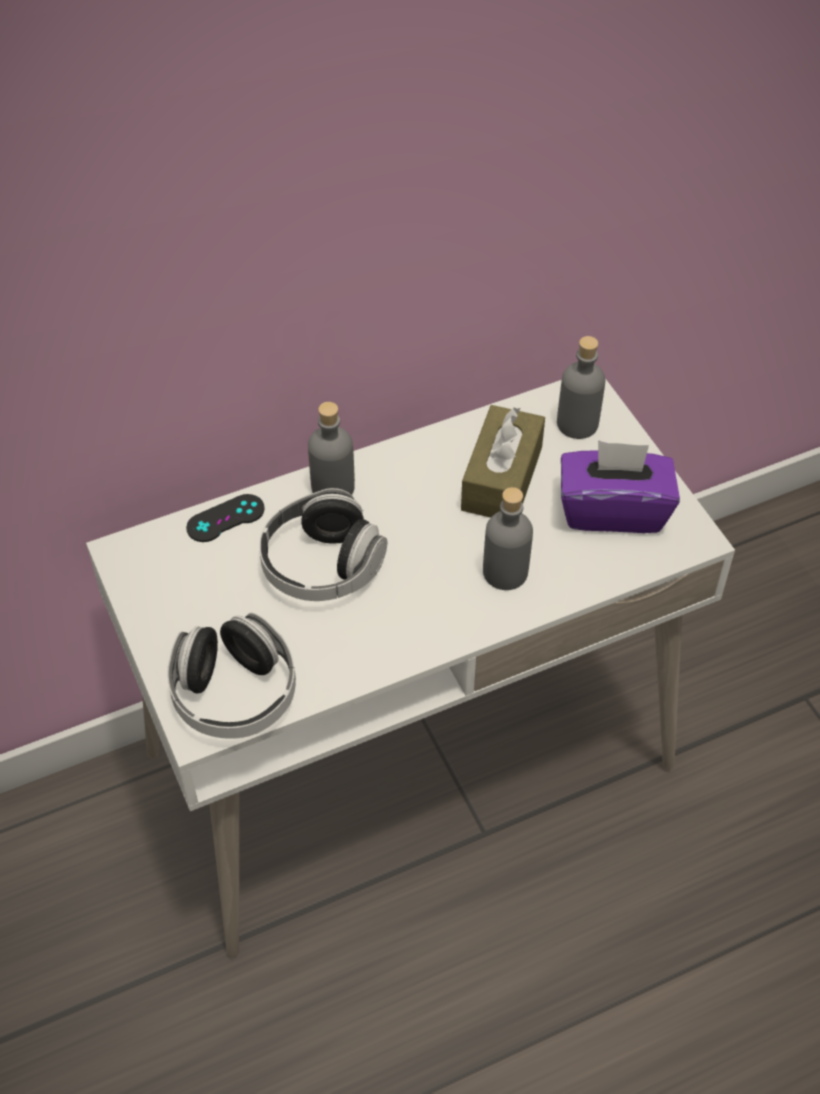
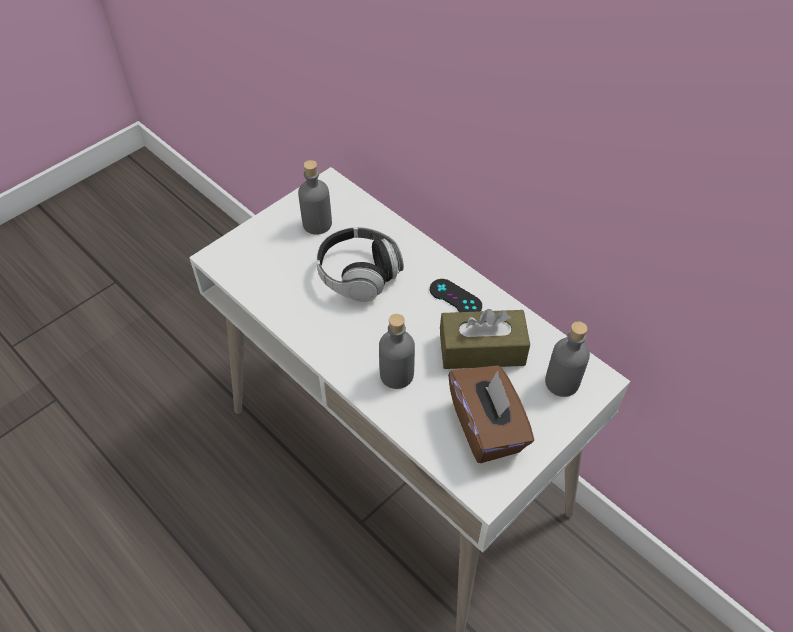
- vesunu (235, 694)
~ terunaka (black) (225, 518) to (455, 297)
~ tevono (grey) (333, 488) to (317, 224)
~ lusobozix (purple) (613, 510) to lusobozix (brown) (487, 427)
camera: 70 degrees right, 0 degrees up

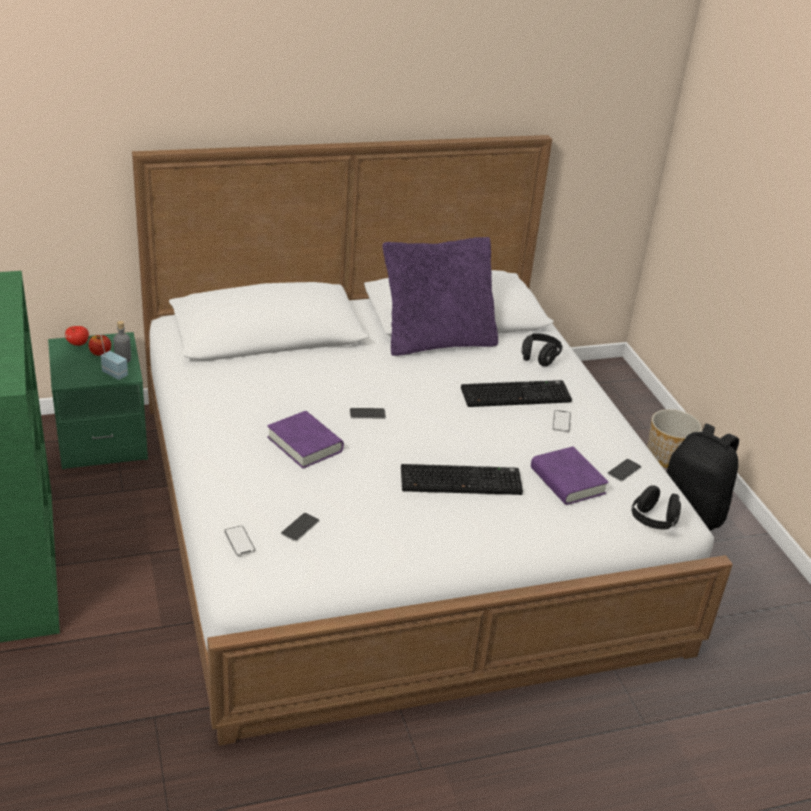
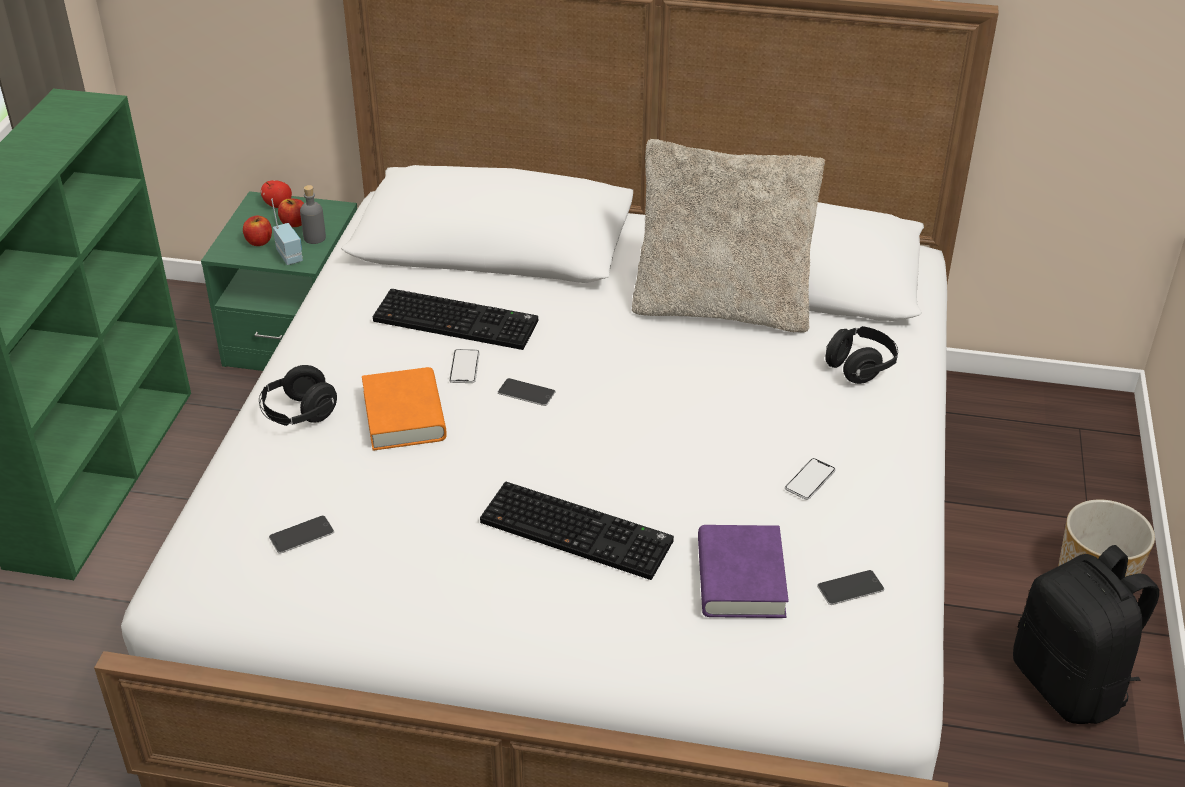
+ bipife (259, 241)
~ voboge (239, 541) to (464, 367)
~ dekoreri (516, 394) to (458, 320)
~ vesunu (black) (653, 521) to (299, 414)
~ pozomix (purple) (305, 444) to pozomix (orange) (404, 416)
~ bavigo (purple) (438, 339) to bavigo (beige) (722, 302)
camera: 30 degrees right, 5 degrees up

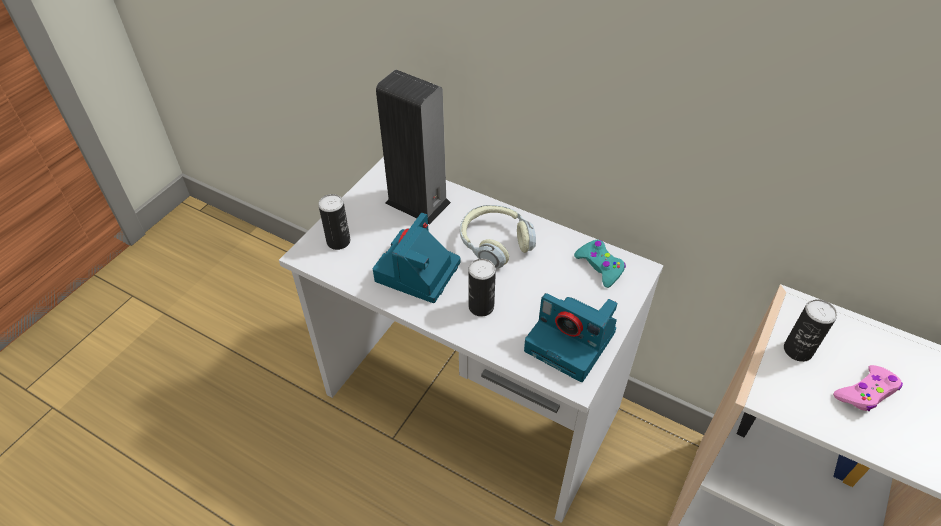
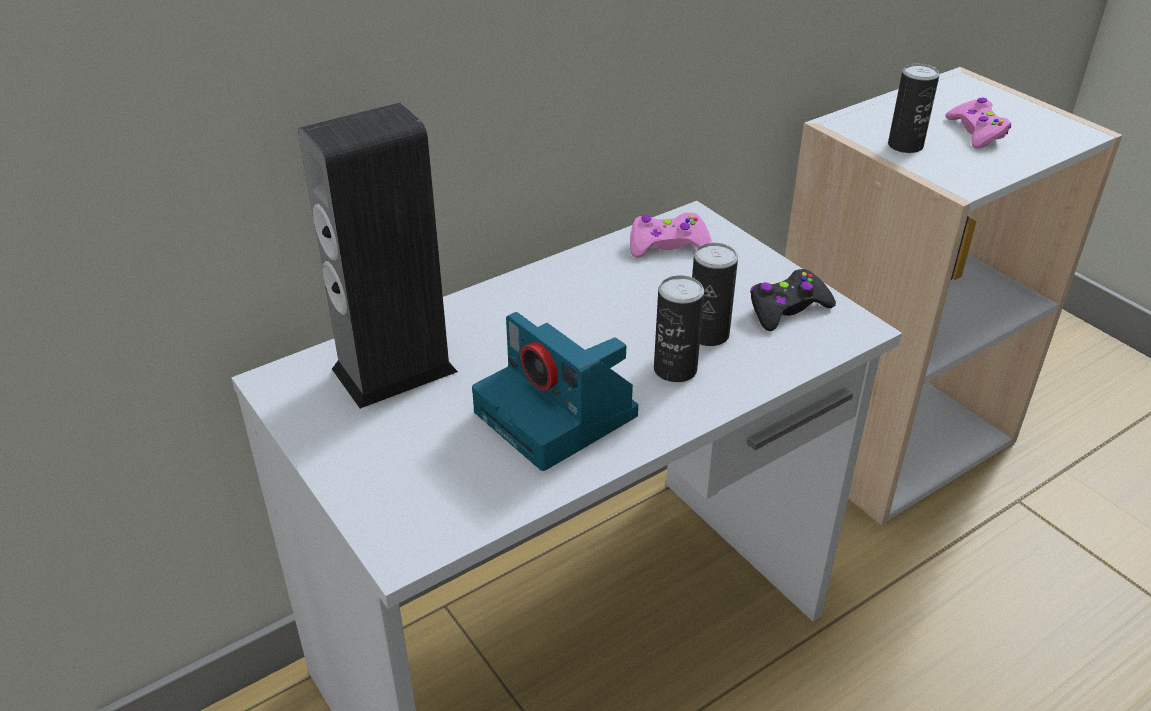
- vesunu (495, 243)
~ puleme (338, 241) to (708, 334)
~ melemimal (572, 342) to terunaka (black) (787, 309)
~ terunaka (turquoise) (600, 266) to terunaka (pink) (667, 245)
camera: 65 degrees left, 10 degrees down

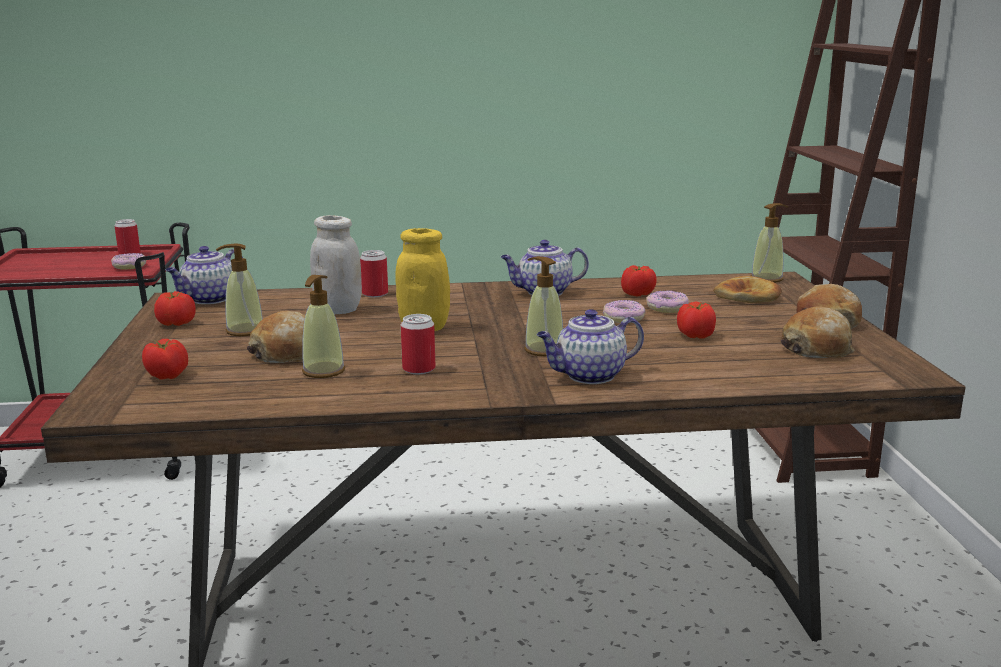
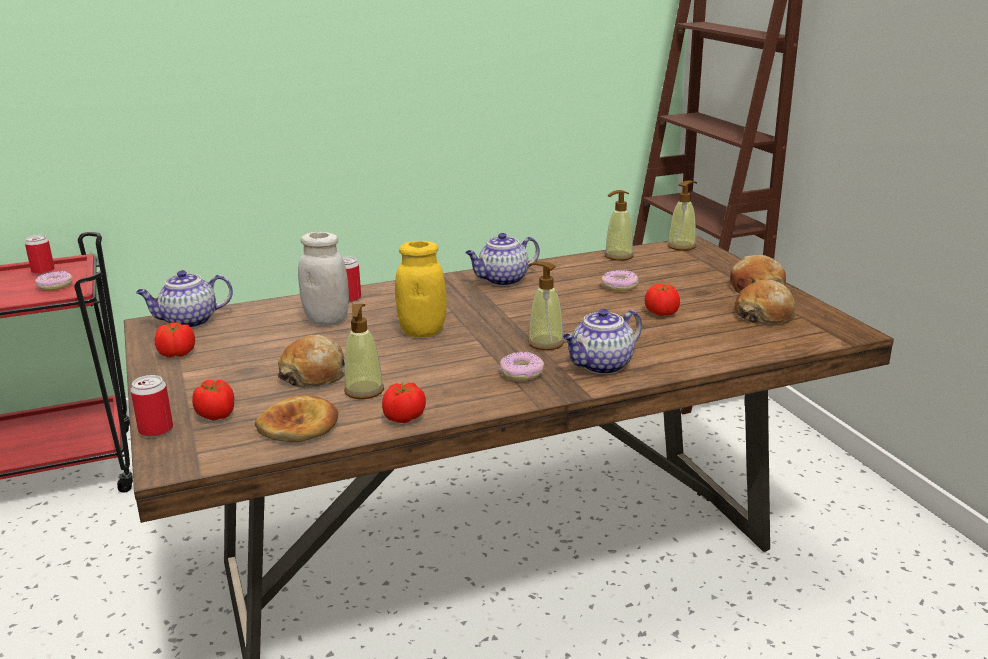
~ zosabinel (244, 331) to (618, 256)
~ puleme (419, 369) to (156, 430)
~ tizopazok (624, 318) to (522, 373)
~ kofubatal (637, 294) to (404, 418)
~ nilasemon (748, 296) to (299, 425)
~ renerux (209, 299) = (188, 322) 45 degrees clockwise
camera: 15 degrees left, 5 degrees up

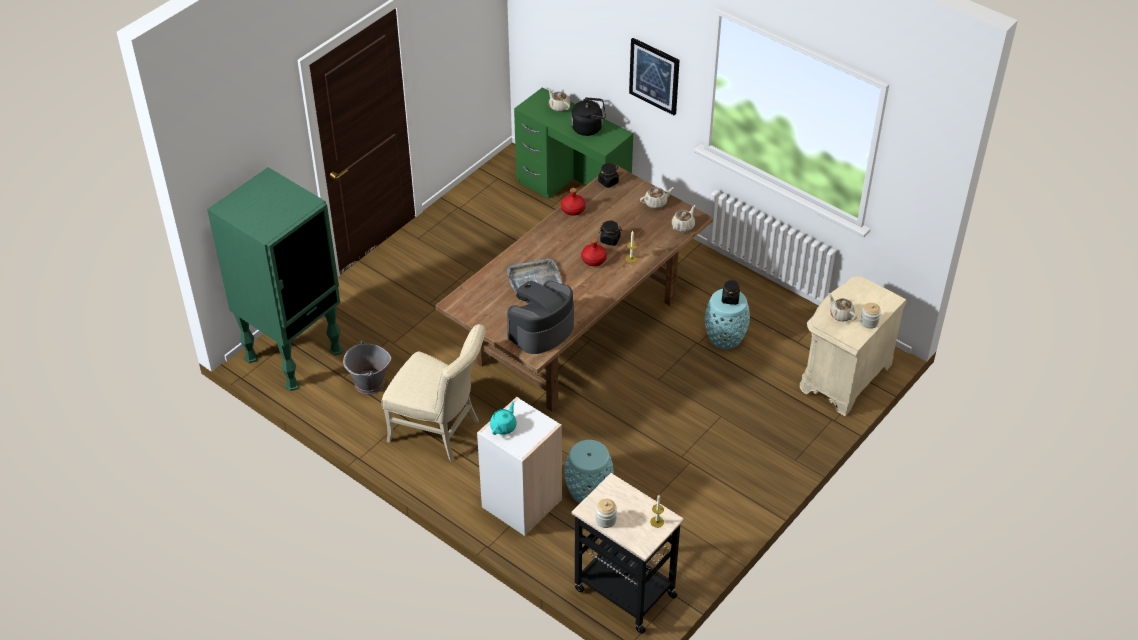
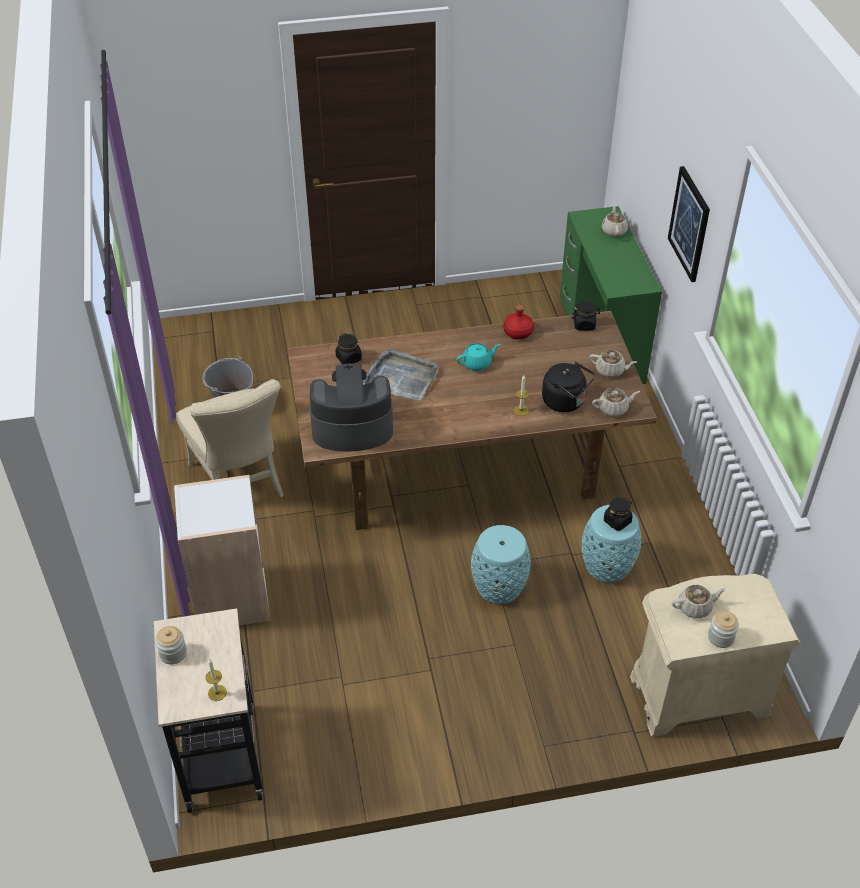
- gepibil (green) (295, 354)
- tevono (red) (593, 260)
~ renerux (turquoise) (504, 426) to (477, 363)
~ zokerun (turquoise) (588, 491) to (499, 587)
~ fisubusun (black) (589, 128) to (566, 402)
~ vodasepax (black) (610, 240) to (349, 358)
~ renerux (beige) (841, 314) = (695, 607) 75 degrees clockwise
camera: 40 degrees right, 0 degrees up

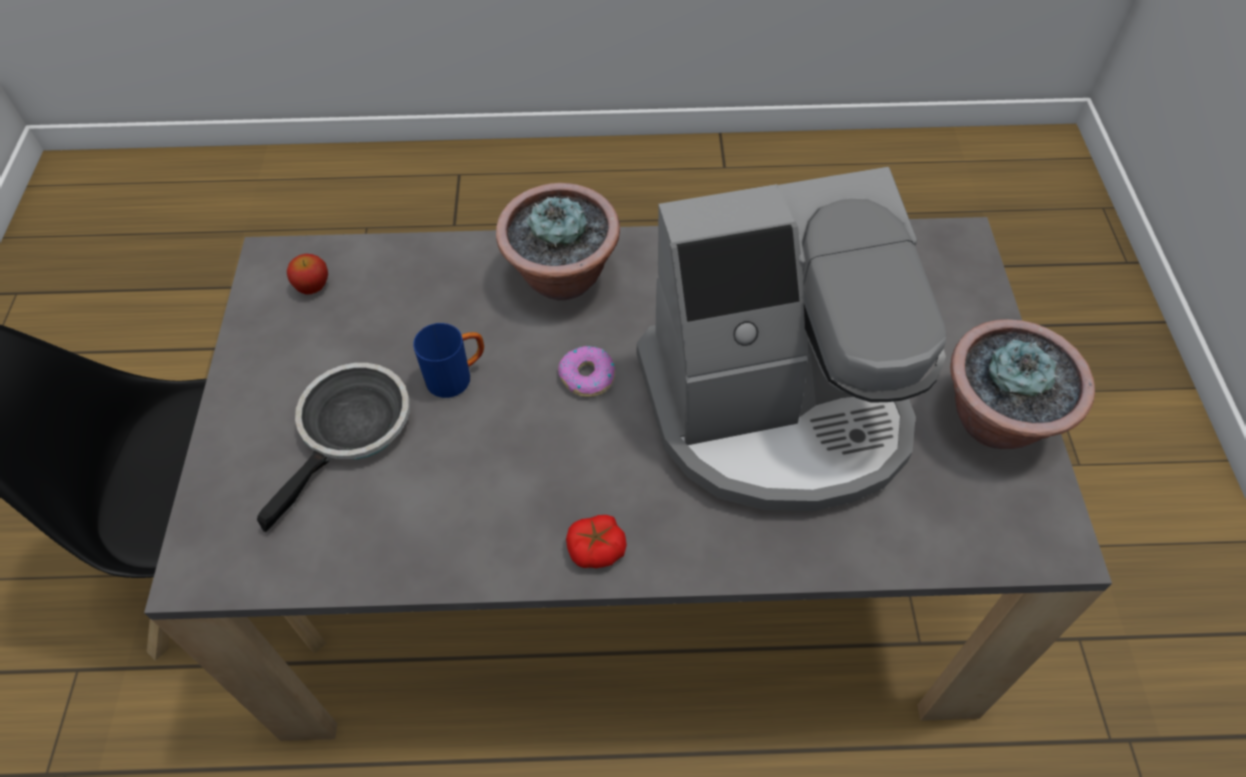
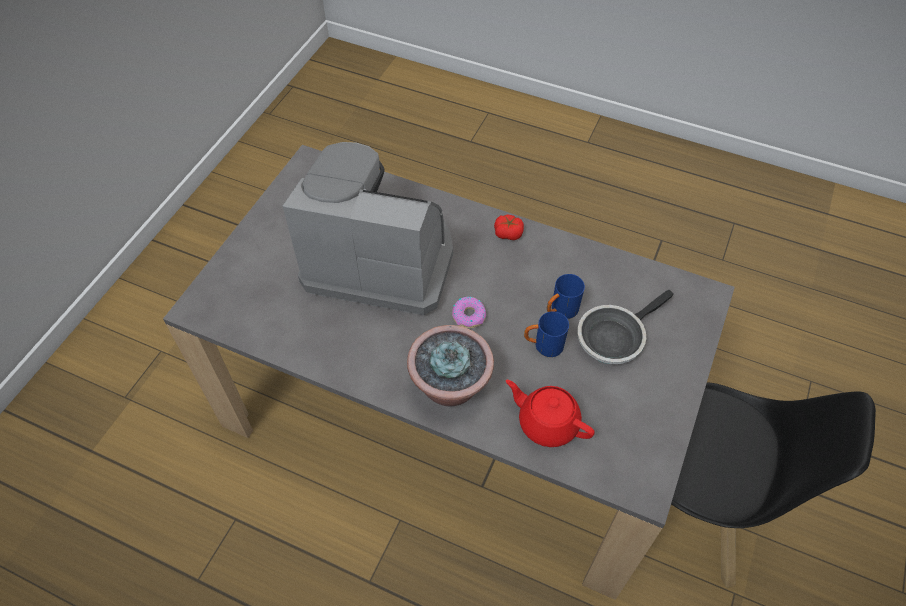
- bipife (313, 286)
- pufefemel (997, 421)
+ renerux (red) (547, 422)
+ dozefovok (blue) (560, 311)
camera: 155 degrees left, 0 degrees up

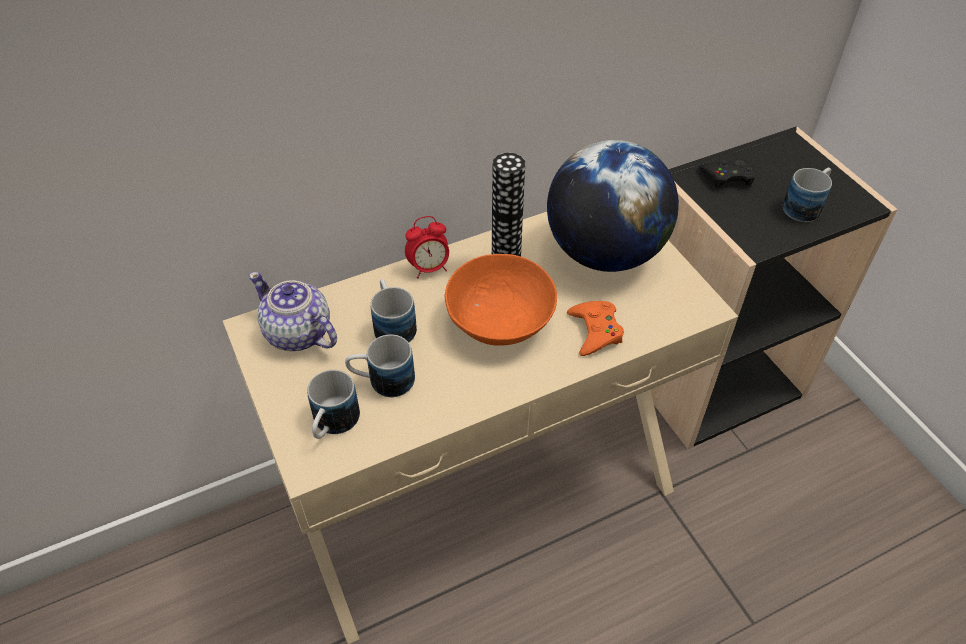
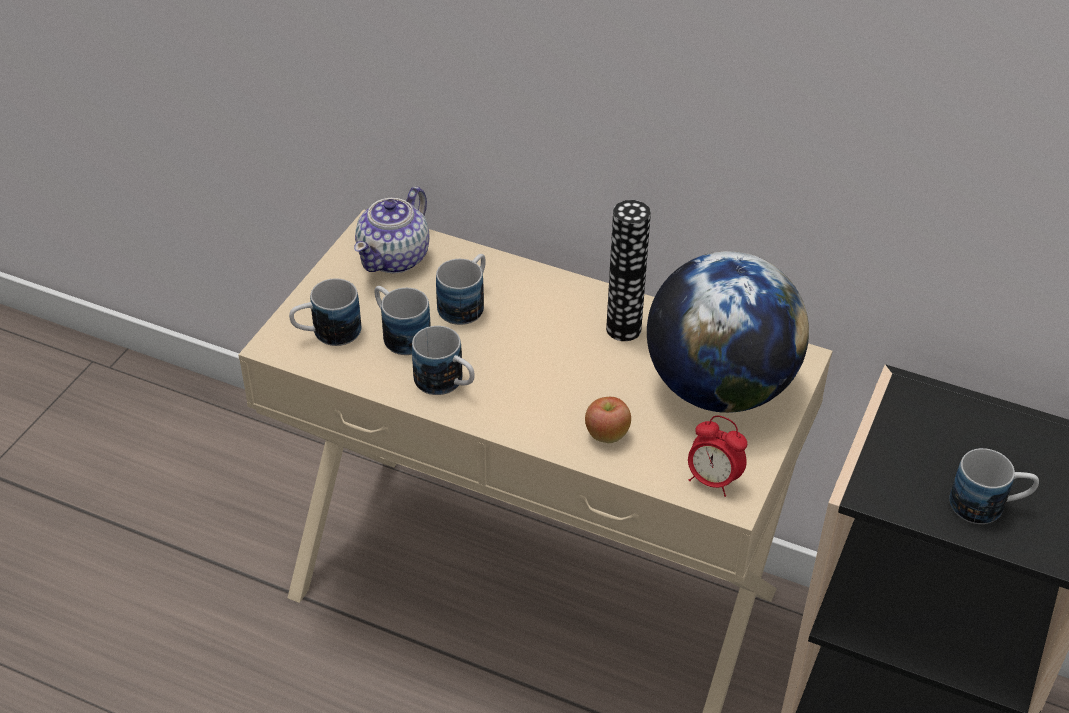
- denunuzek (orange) (501, 322)
- terunaka (black) (728, 177)
+ dozefovok (446, 384)
~ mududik (429, 268) to (712, 481)
~ terunaka (orange) (595, 331) to bipife (606, 435)
~ renerux (298, 334) = (395, 257) 150 degrees counterclockwise
camera: 50 degrees right, 5 degrees down

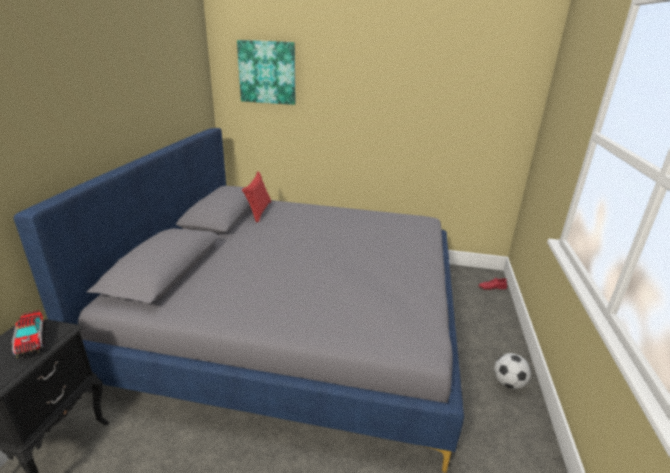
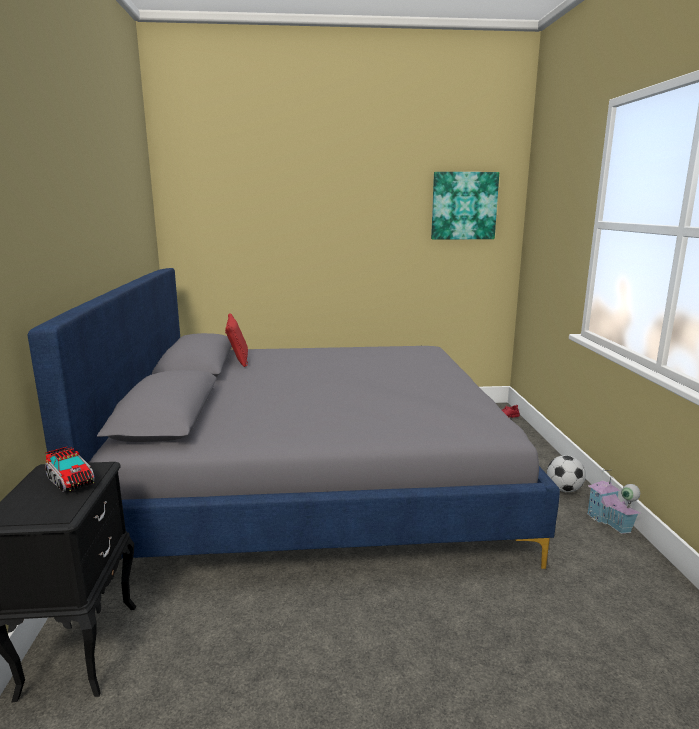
+ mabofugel (609, 521)
~ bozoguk (267, 72) to (464, 206)
camera: 15 degrees left, 10 degrees down

